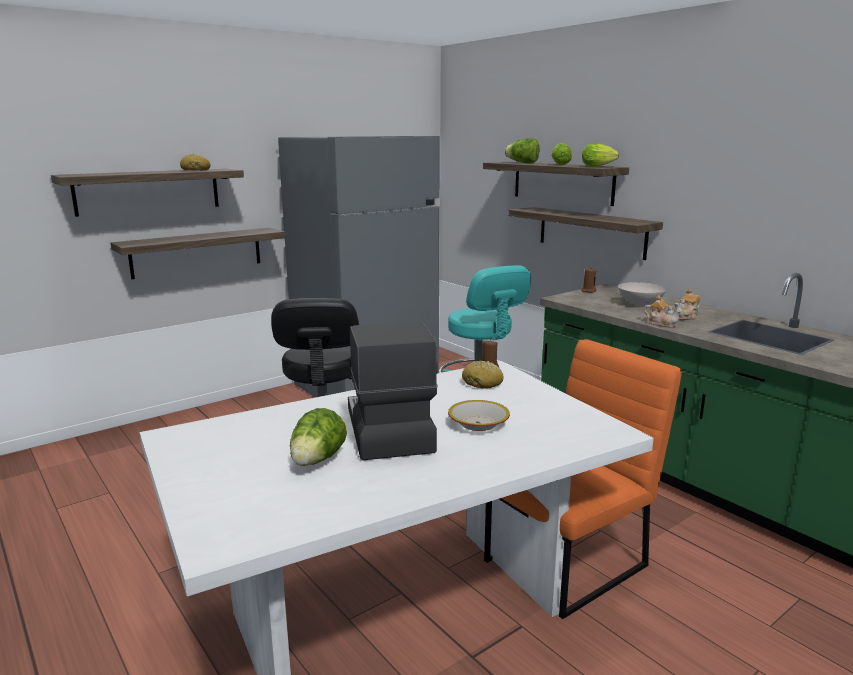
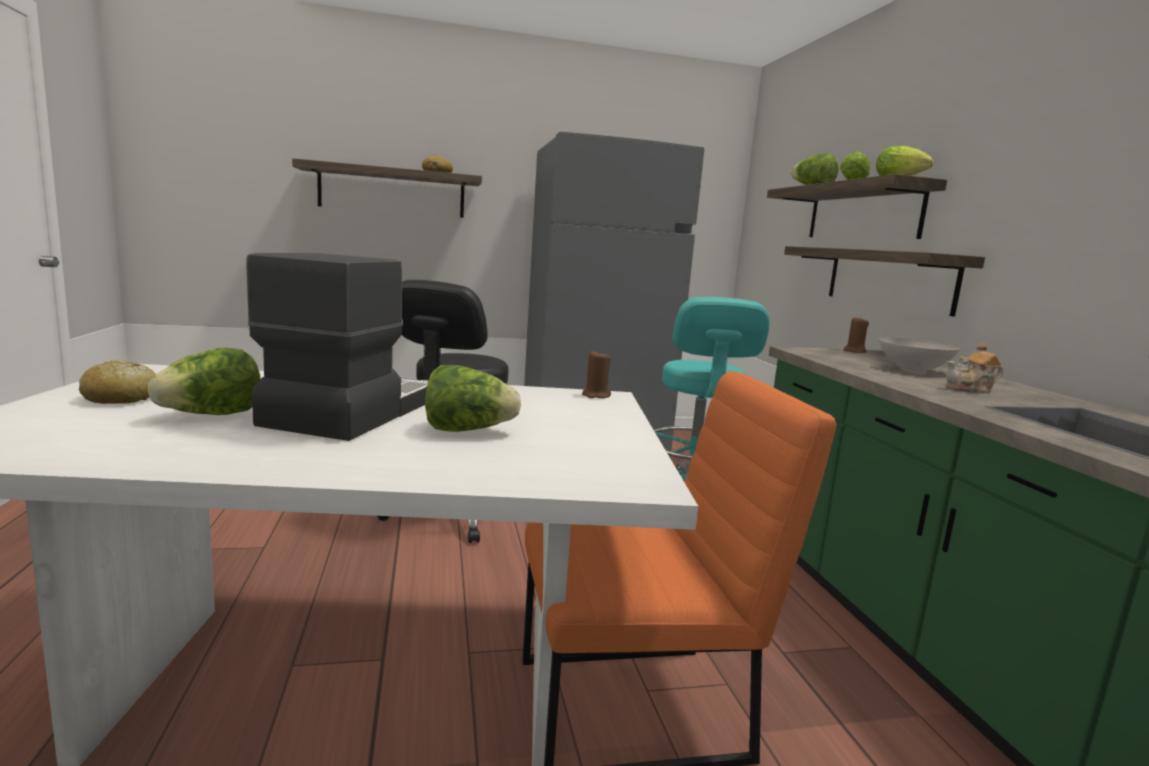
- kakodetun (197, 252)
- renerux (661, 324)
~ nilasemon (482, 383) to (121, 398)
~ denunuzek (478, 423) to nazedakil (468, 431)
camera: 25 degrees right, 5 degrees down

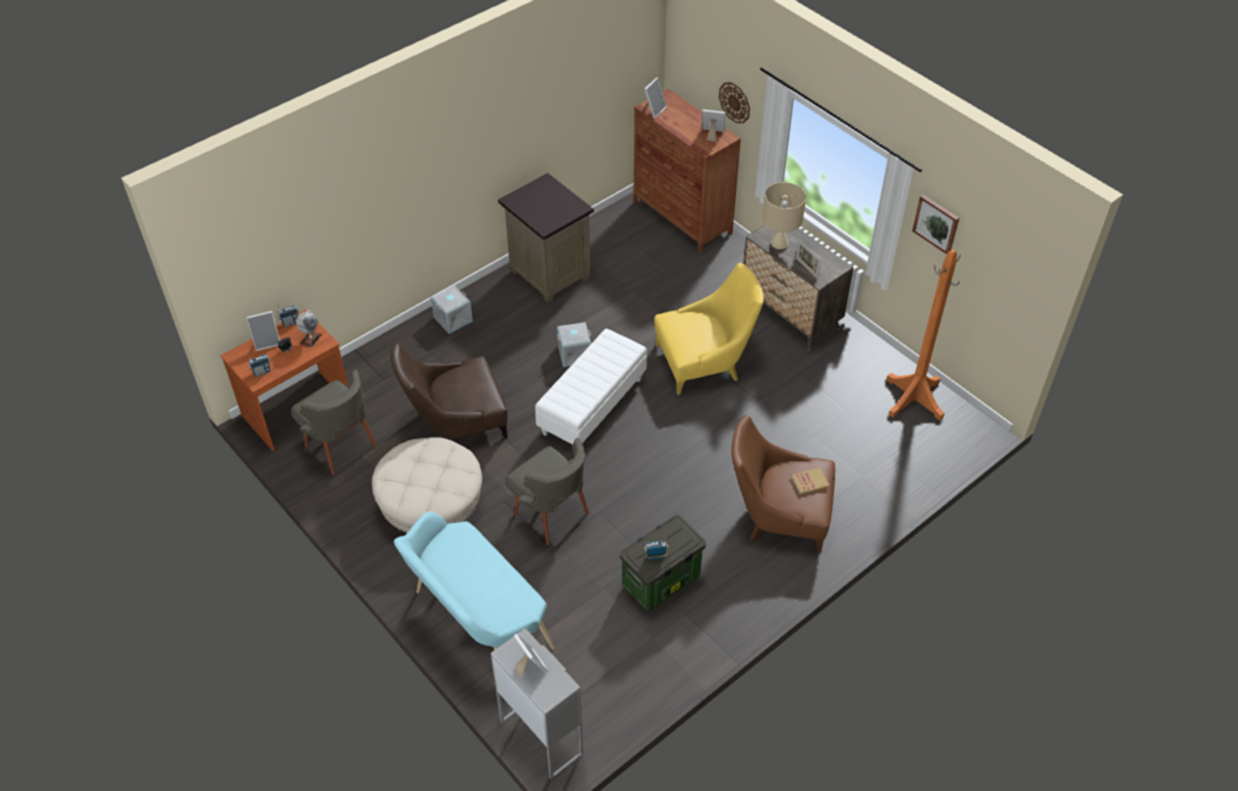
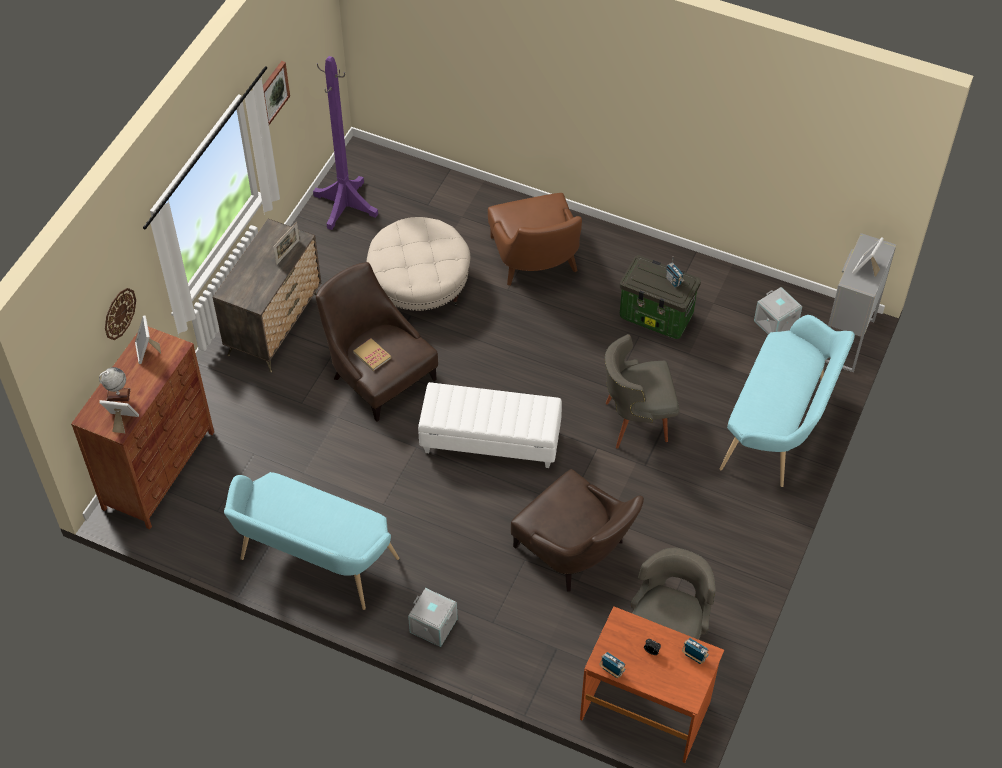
- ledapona (267, 342)
- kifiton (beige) (779, 244)
~ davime (311, 338) to (118, 395)
~ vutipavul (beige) (431, 505) to (419, 285)
~ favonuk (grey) (574, 353) to (775, 323)
~ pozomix (810, 482) to (372, 355)
~ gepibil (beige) (549, 273) to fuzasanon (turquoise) (313, 563)
~ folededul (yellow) (705, 361) to folededul (brown) (378, 373)
~ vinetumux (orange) (914, 398) to vinetumux (purple) (345, 205)
~ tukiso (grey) (551, 514) = (637, 422) 120 degrees counterclockwise
camera: 115 degrees left, 5 degrees up

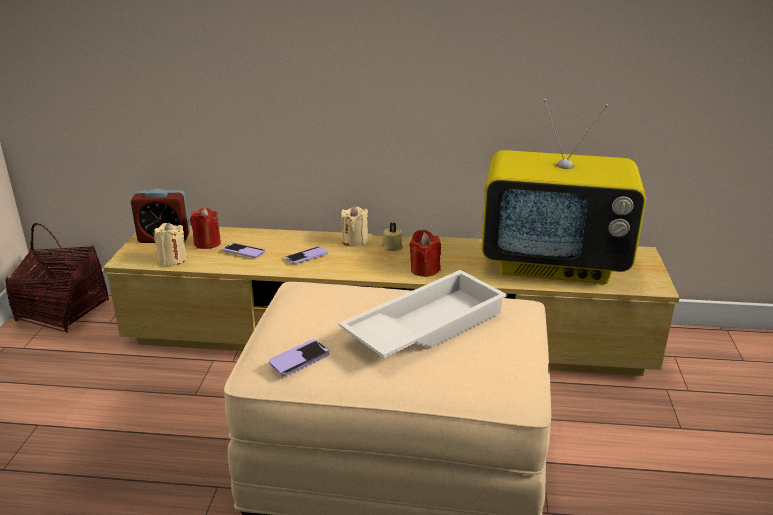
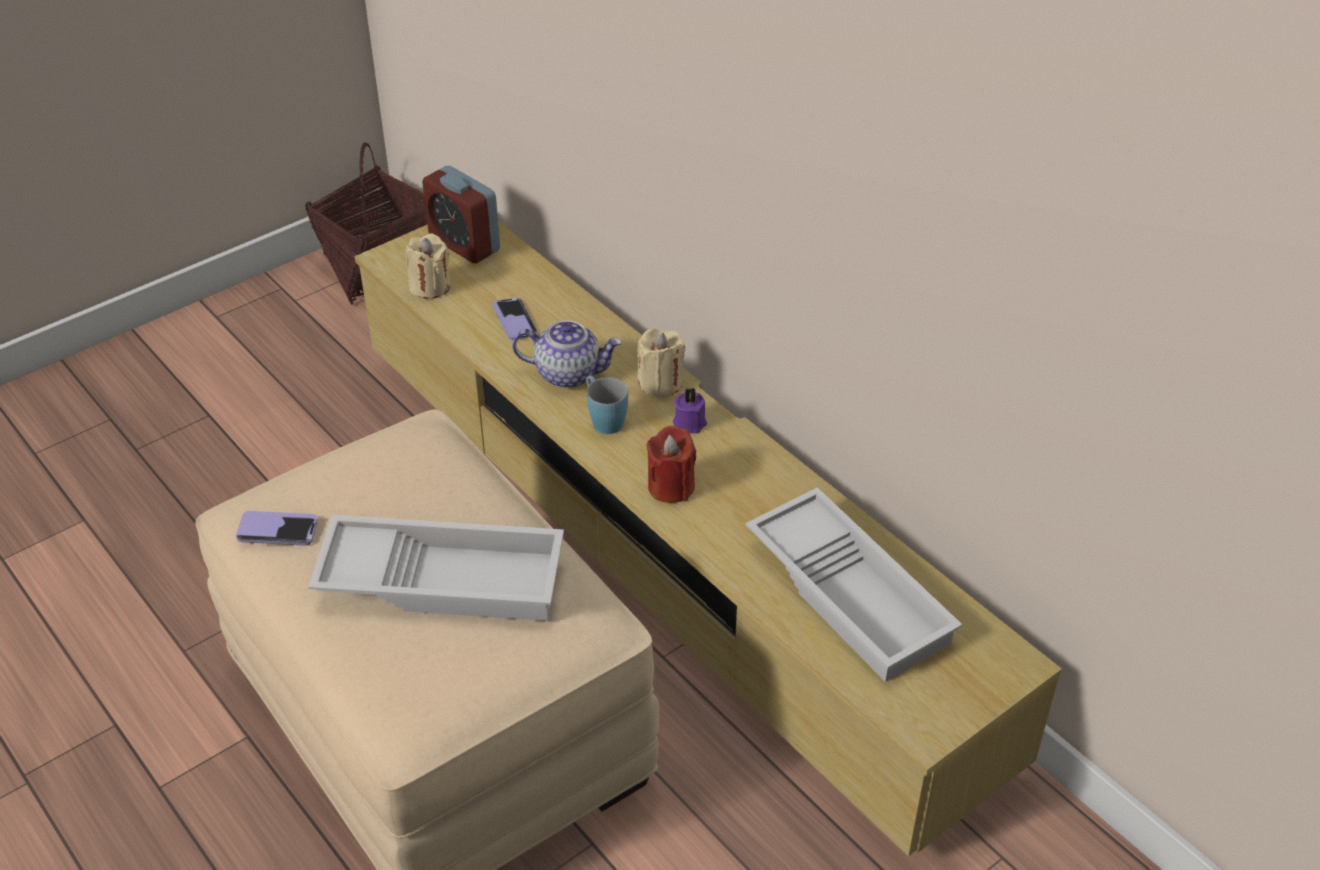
- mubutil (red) (207, 243)
+ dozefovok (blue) (603, 419)
~ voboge (306, 257) to renerux (569, 373)
~ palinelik (554, 264) to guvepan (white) (852, 593)
~ mubutil (beige) (391, 247) to mubutil (purple) (690, 421)
camera: 45 degrees right, 15 degrees up

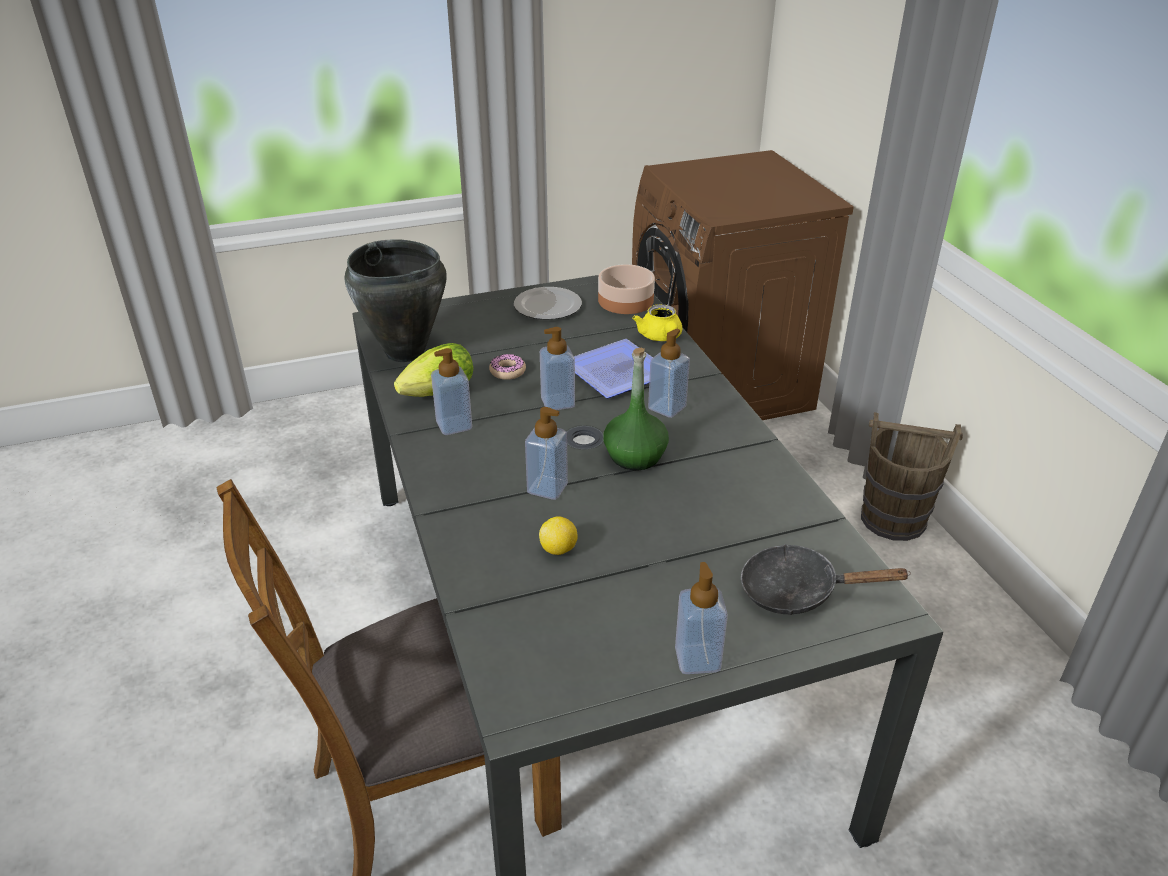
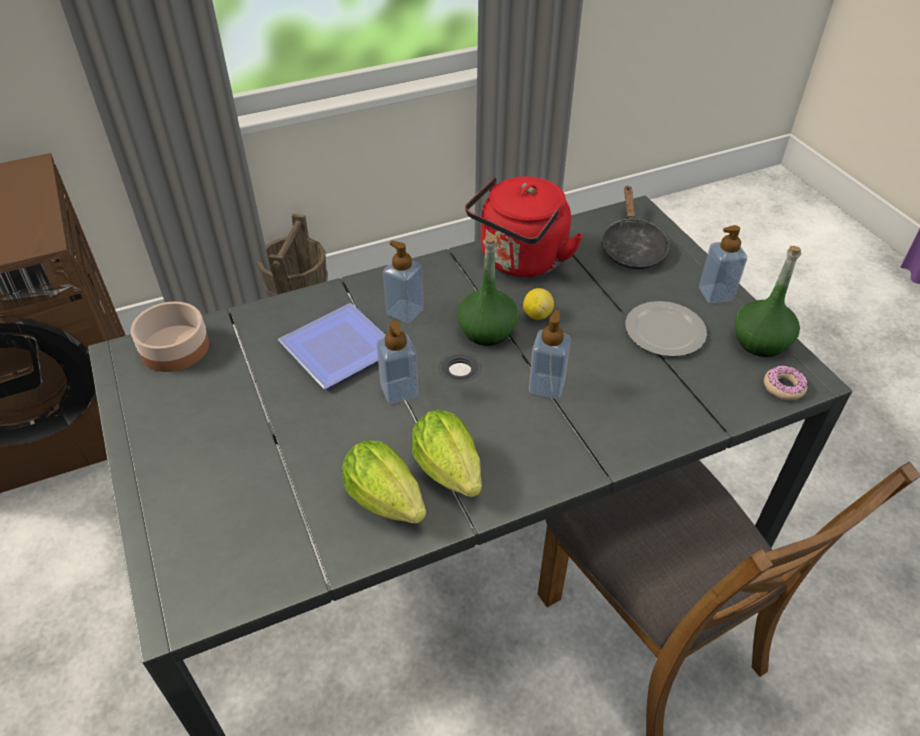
- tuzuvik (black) (404, 353)
- renerux (yellow) (660, 337)
+ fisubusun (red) (520, 261)
+ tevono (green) (760, 341)
~ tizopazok (507, 371) to (783, 387)
~ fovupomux (548, 306) to (663, 331)
~ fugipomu (559, 549) to (537, 315)
~ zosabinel (454, 425) to nazedakil (451, 474)
camera: 95 degrees left, 10 degrees up

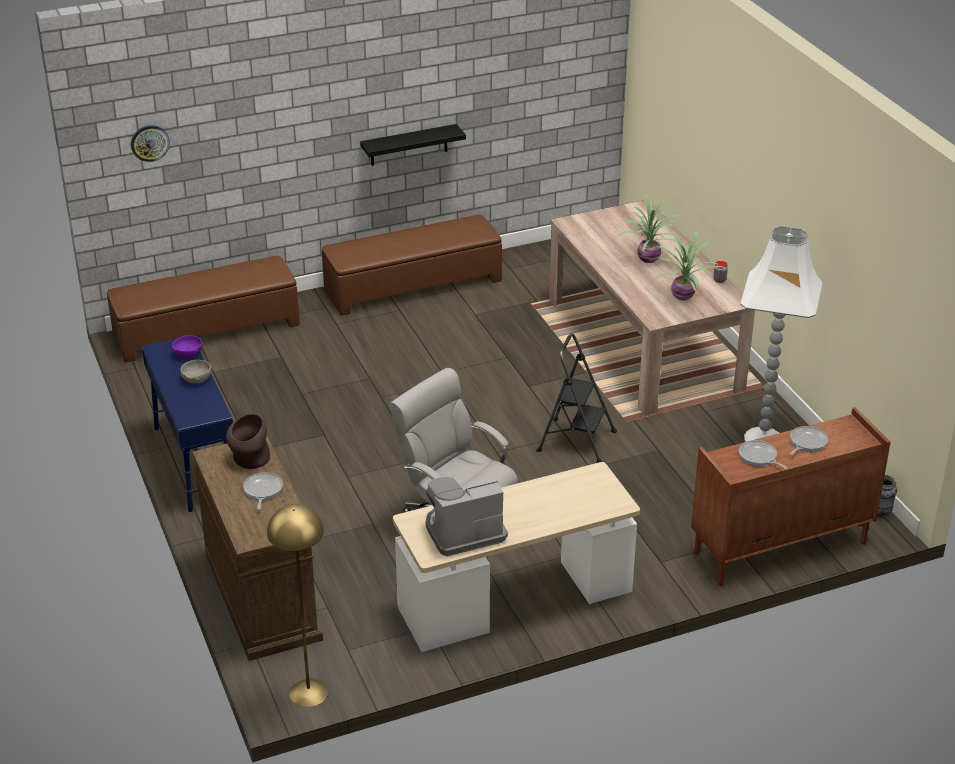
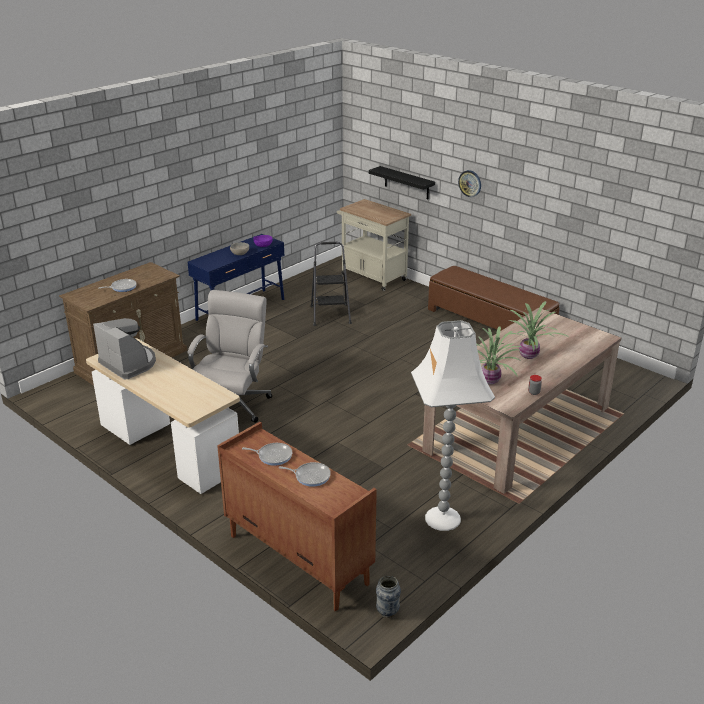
- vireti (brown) (249, 460)
- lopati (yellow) (308, 693)
~ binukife (150, 142) to (470, 183)
~ kakodetun (black) (409, 145) to (406, 183)
~ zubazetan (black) (574, 440) to (330, 313)
~ fuzasanon (brown) (207, 329) to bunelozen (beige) (372, 277)
~ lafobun (759, 457) = (273, 456) 75 degrees clockwise
camera: 65 degrees right, 5 degrees down

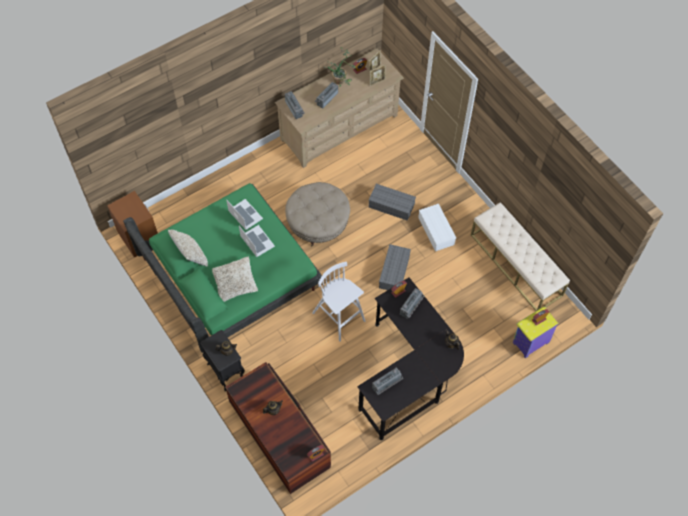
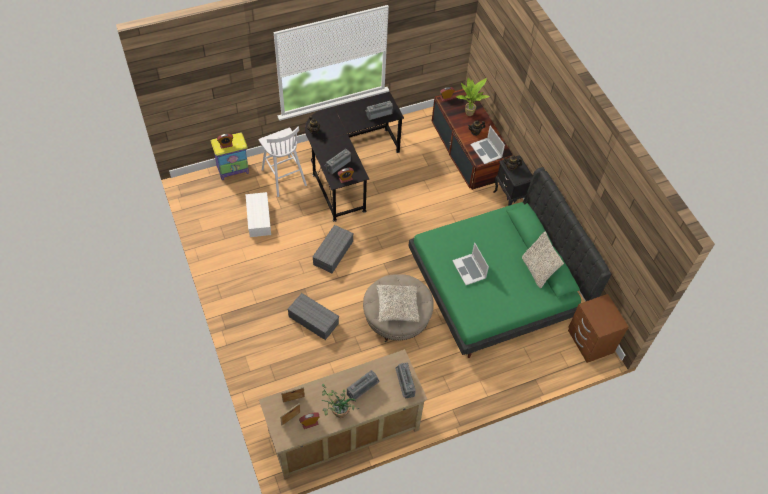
- fuzasanon (beige) (516, 265)
+ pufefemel (468, 112)
~ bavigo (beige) (234, 282) to (397, 307)
~ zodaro (245, 214) to (486, 151)
~ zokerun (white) (339, 317) to (283, 177)
~ favonuk (white) (435, 230) to (259, 219)
camera: 170 degrees left, 5 degrees down

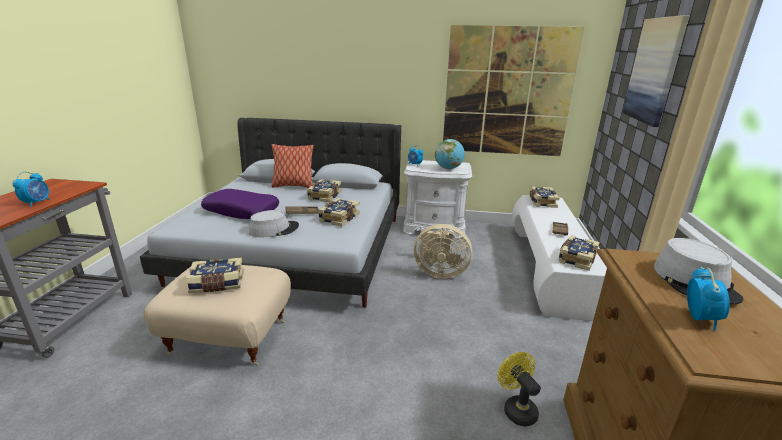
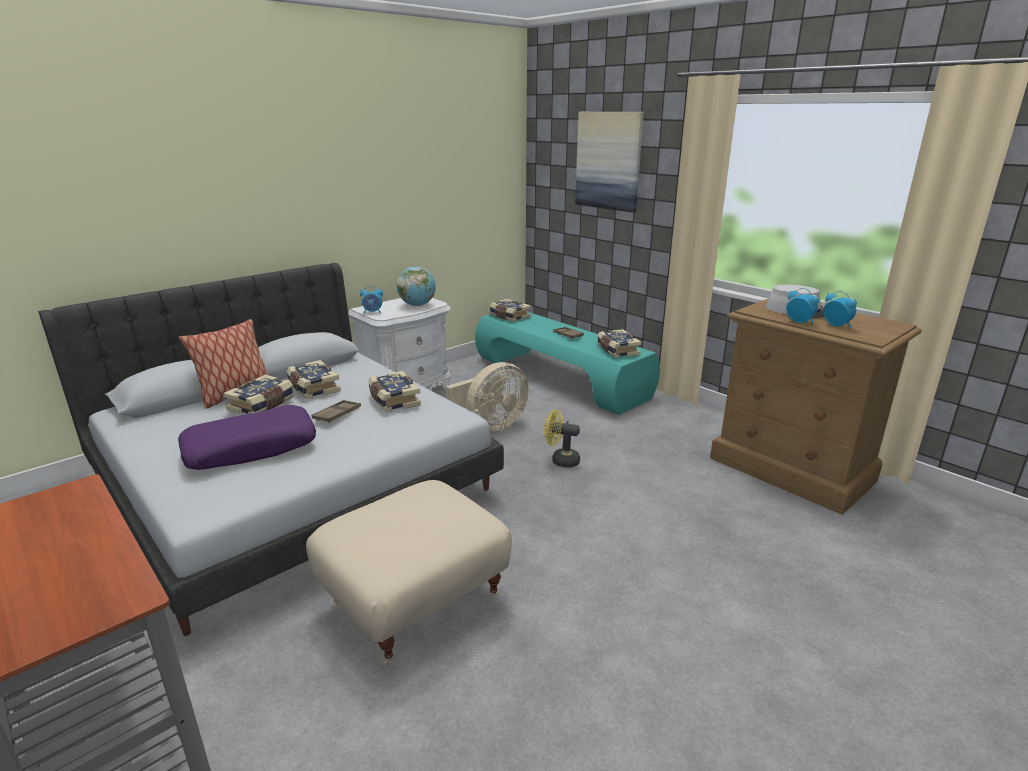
- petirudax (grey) (274, 229)
- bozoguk (507, 93)
~ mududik (37, 203) to (799, 322)
~ pozomix (217, 284) to (262, 405)
~ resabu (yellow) (516, 408) to (561, 460)
~ fuzasanon (white) (551, 266) to fuzasanon (turquoise) (560, 377)
camera: 50 degrees left, 0 degrees up

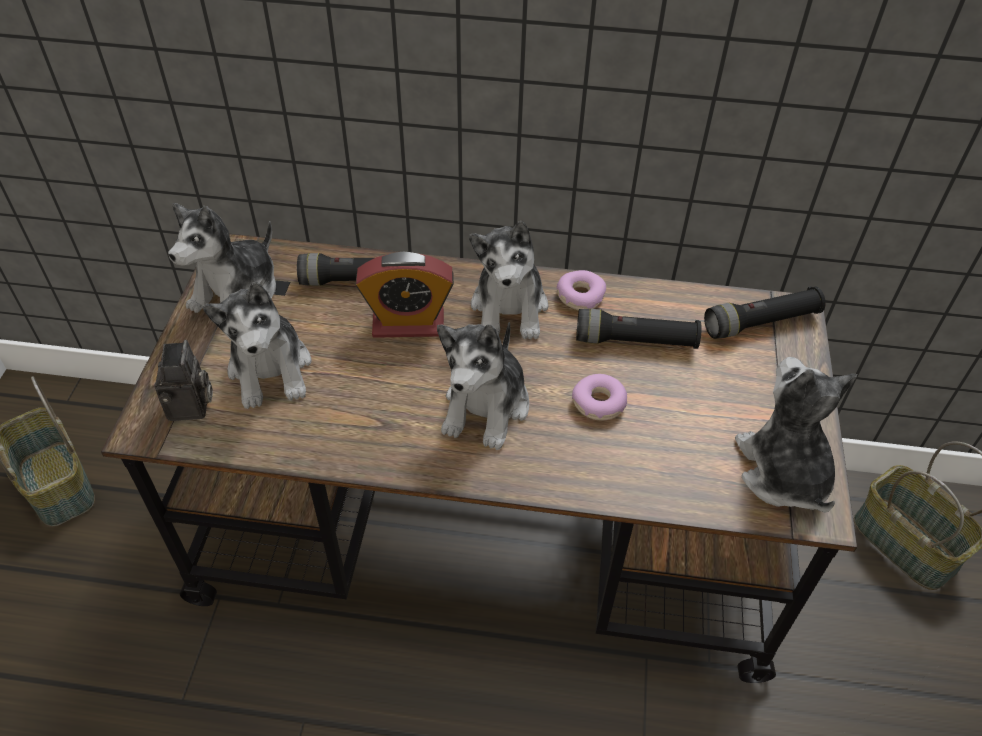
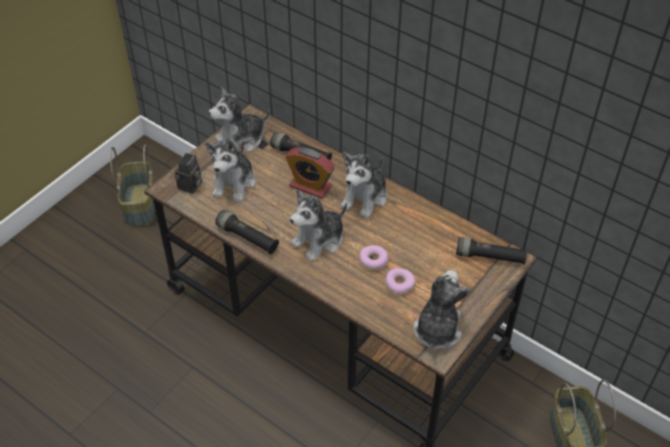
~ tizopazok (580, 296) to (399, 284)
~ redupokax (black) (635, 341) to (247, 238)
camera: 30 degrees right, 0 degrees up

